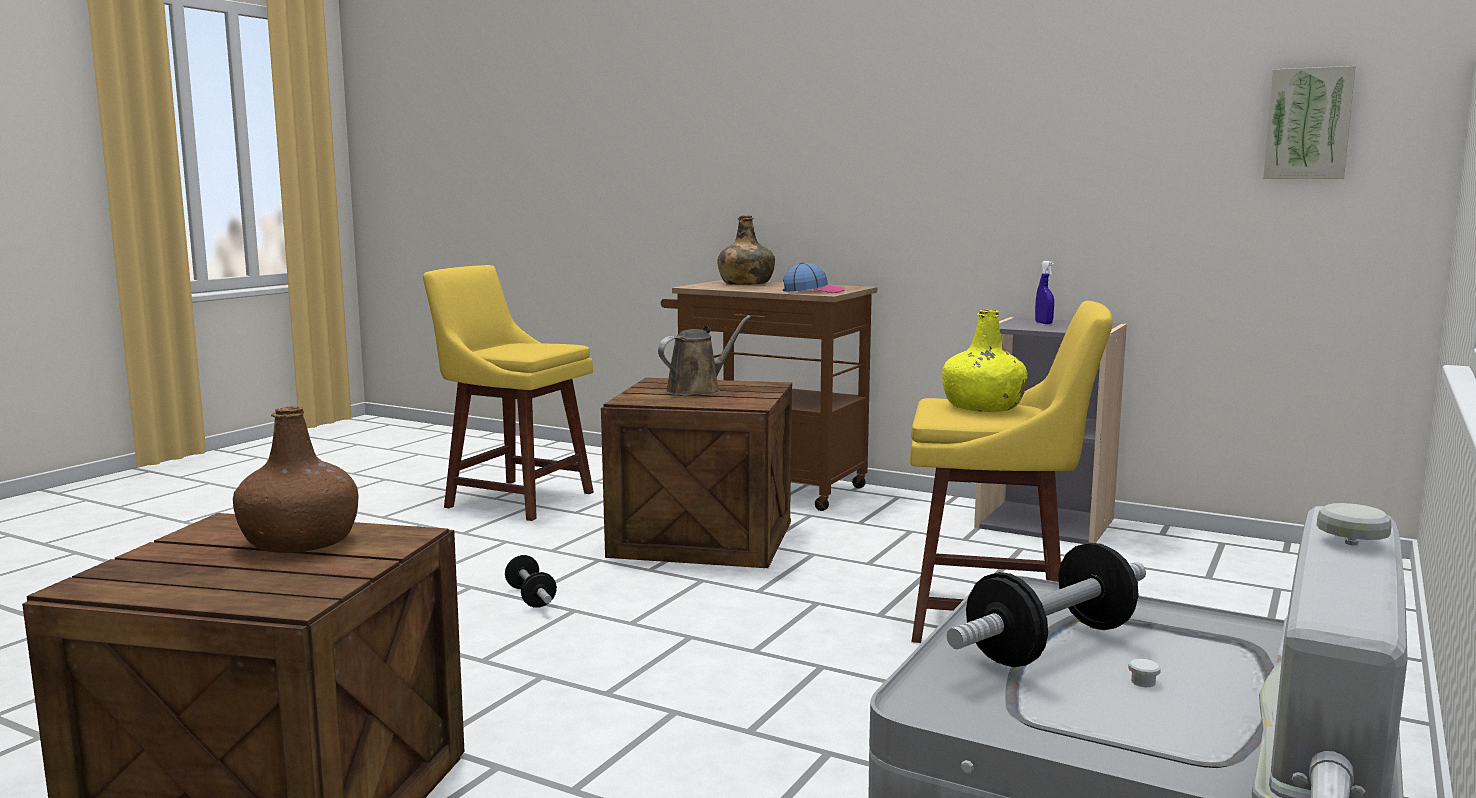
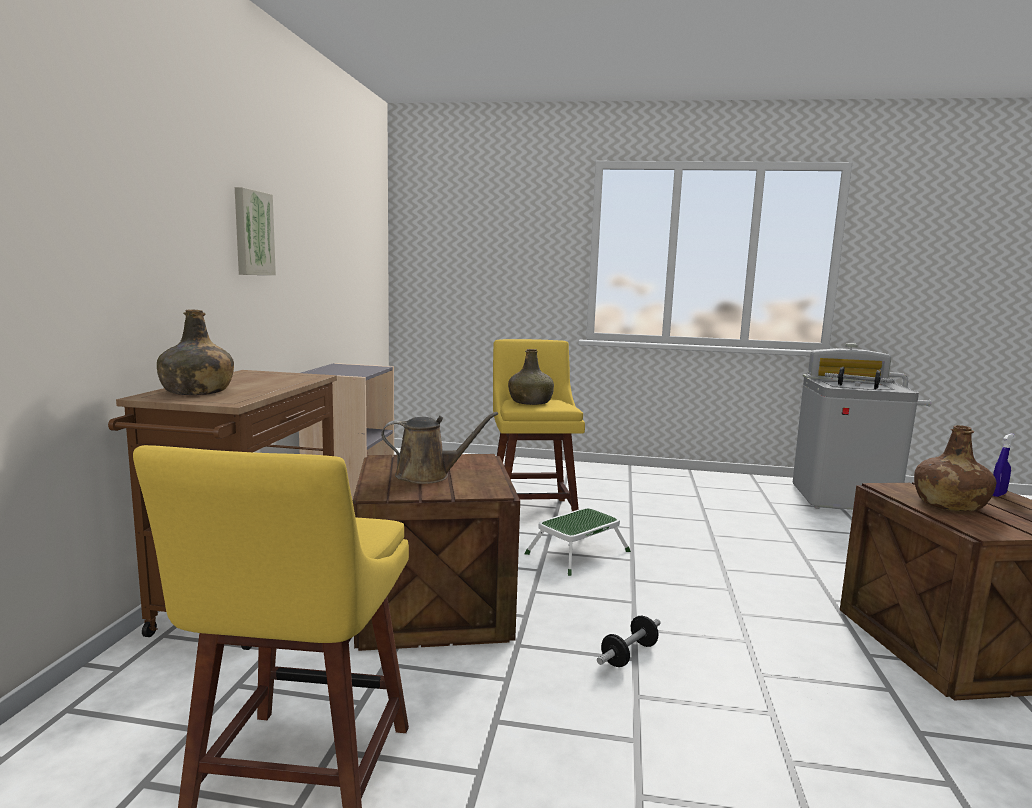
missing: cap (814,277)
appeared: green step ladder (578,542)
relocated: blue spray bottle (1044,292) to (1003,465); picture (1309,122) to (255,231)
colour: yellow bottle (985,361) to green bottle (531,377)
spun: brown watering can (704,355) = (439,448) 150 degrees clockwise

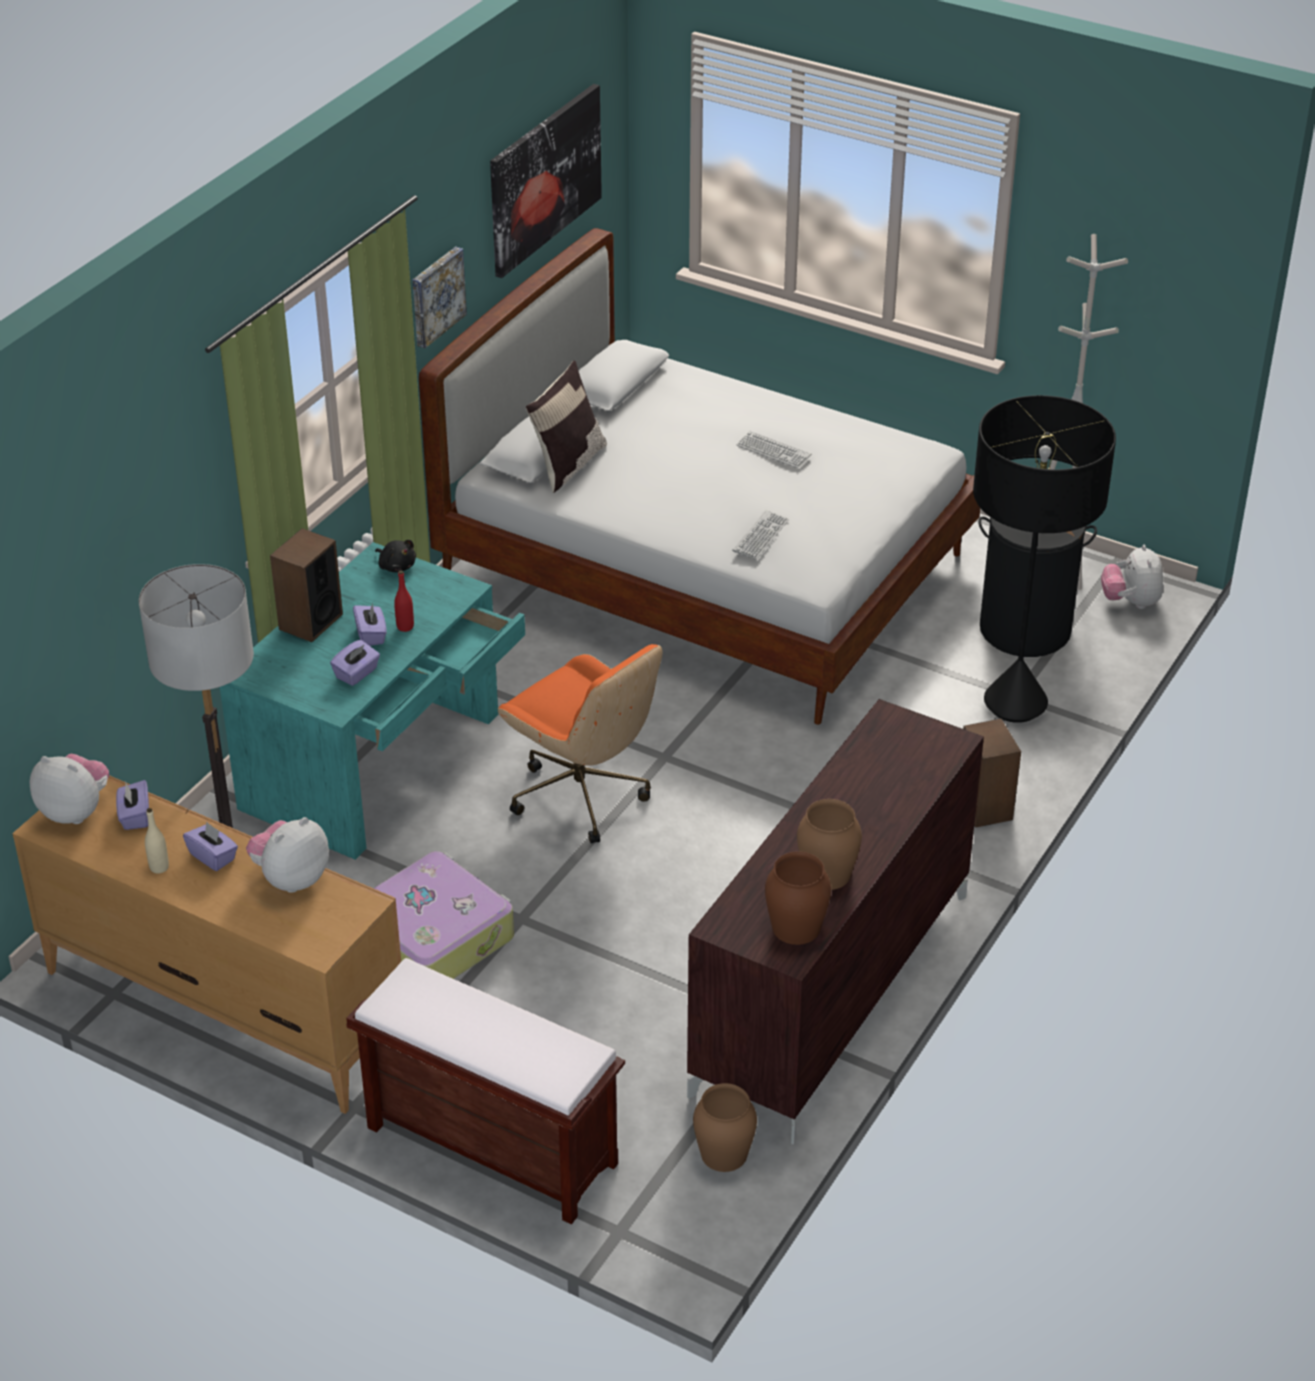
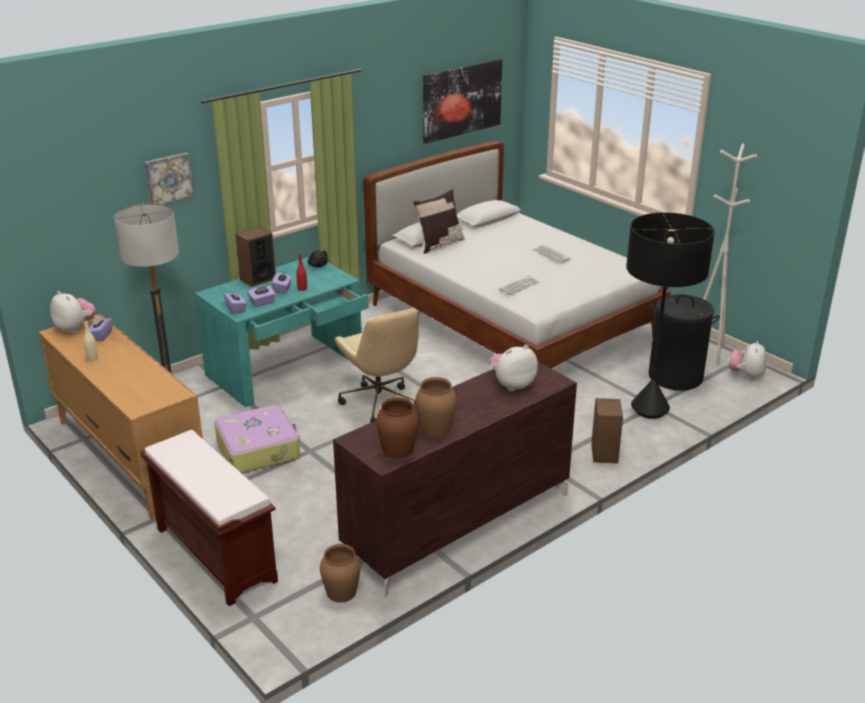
relocated: purple tissue box (210,846) to (235,301); plush toy (287,855) to (514,368); picture (440,297) to (169,178)
colour: orange office chair (579,743) to beige office chair (377,366)

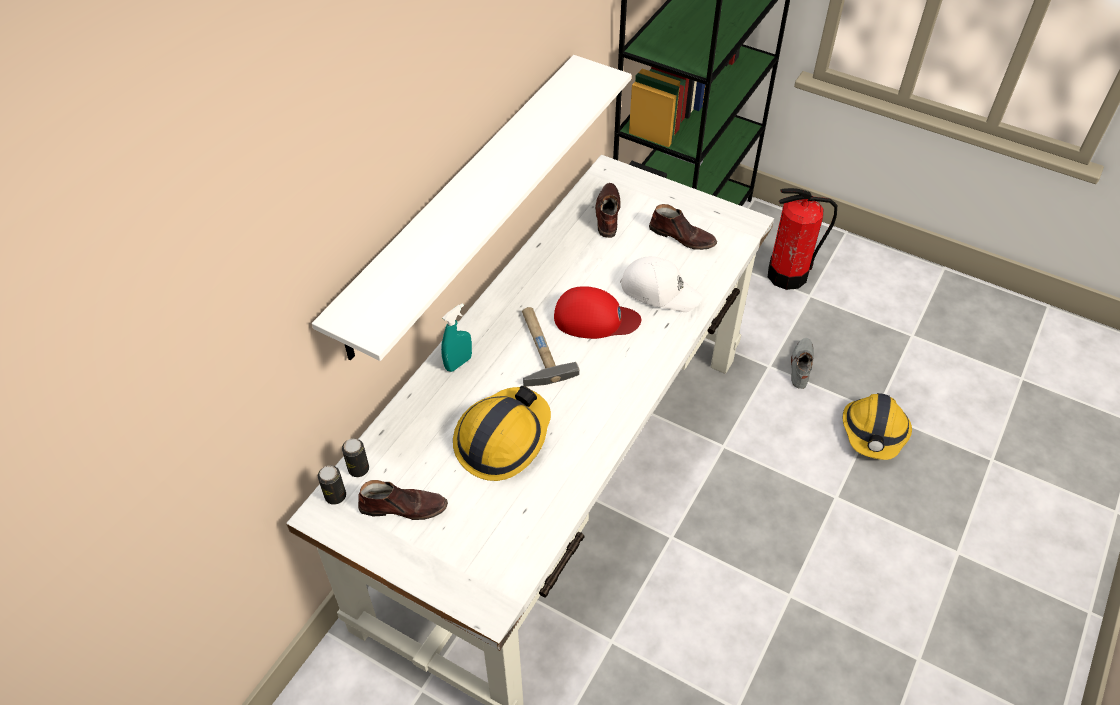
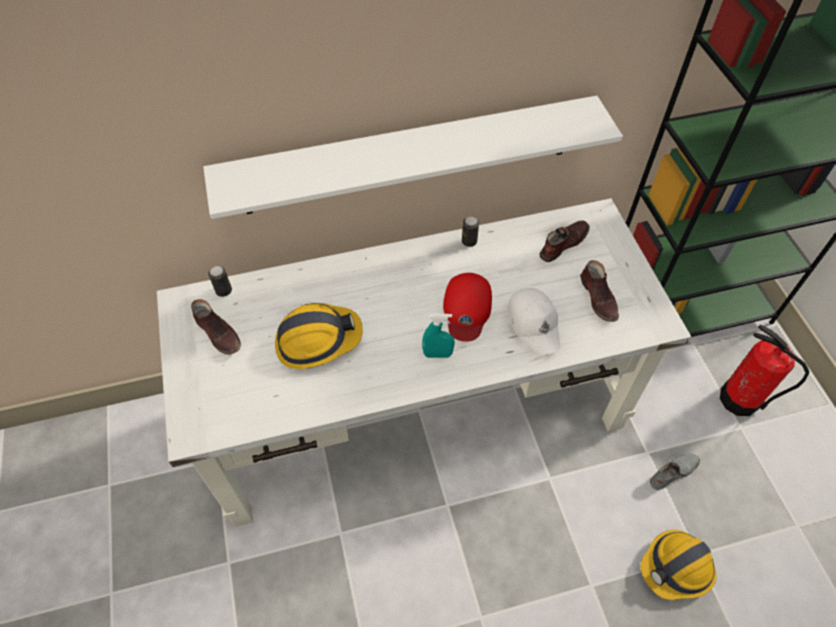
missing: hammer (551,347)
relocated: can (332,485) to (470,231); turquoise spray bottle (456,337) to (438,336)
spun: red cap (597,312) = (467,307) 45 degrees clockwise

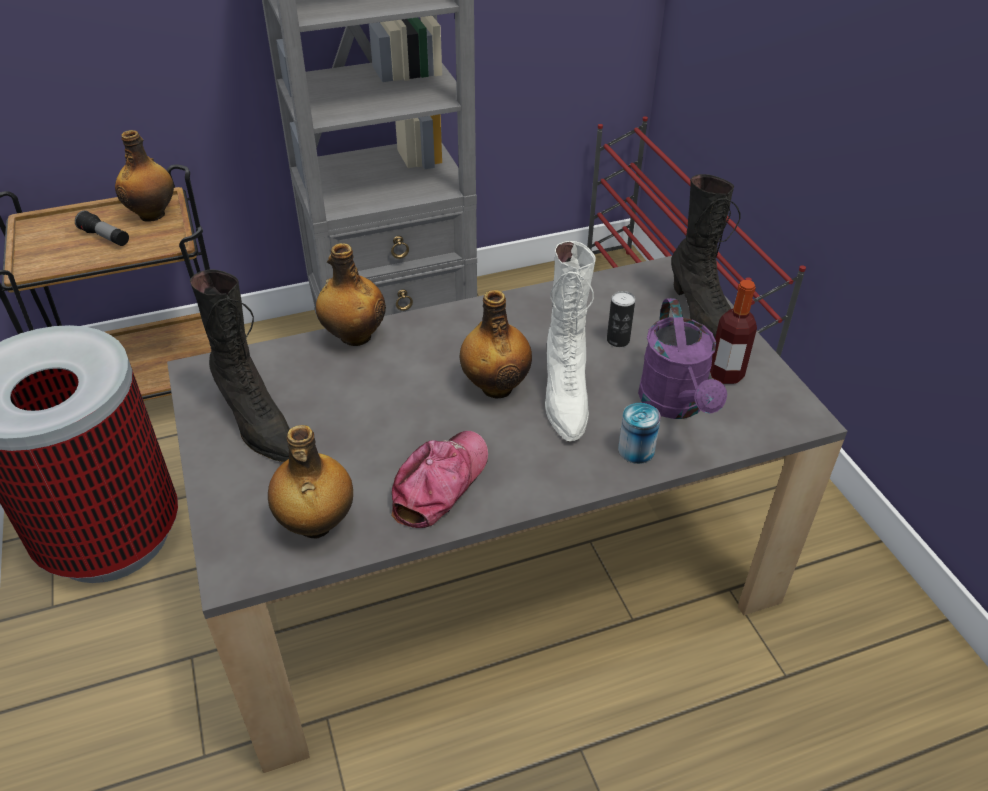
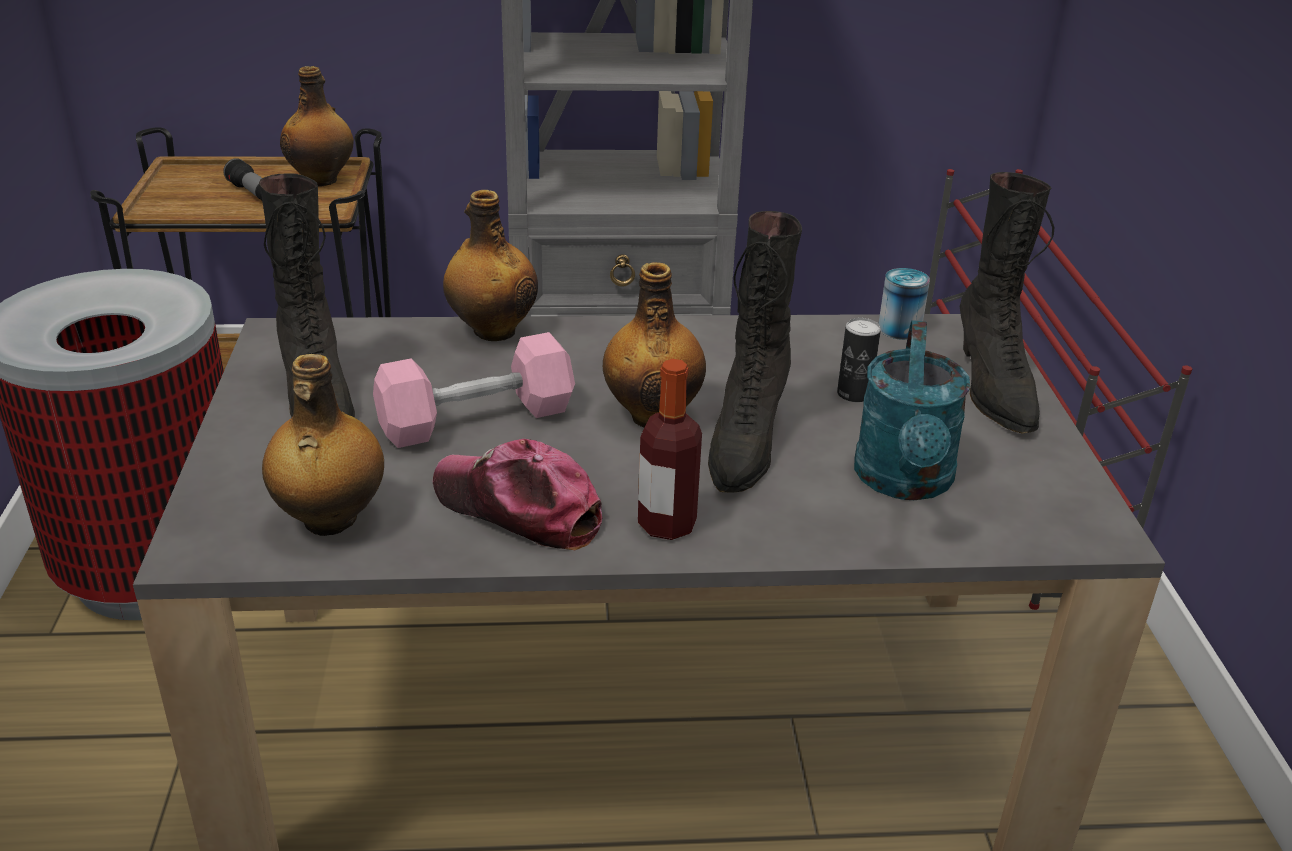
appeared: pink dumbbell (474,390)
relocated: can (639,433) to (904,304); bottle (733,332) to (670,449)
colour: white boot (570,341) to black boot (755,352); purple watering can (682,358) to turquoise watering can (912,410)
spun: cap (439,479) = (518,494) 105 degrees counterclockwise

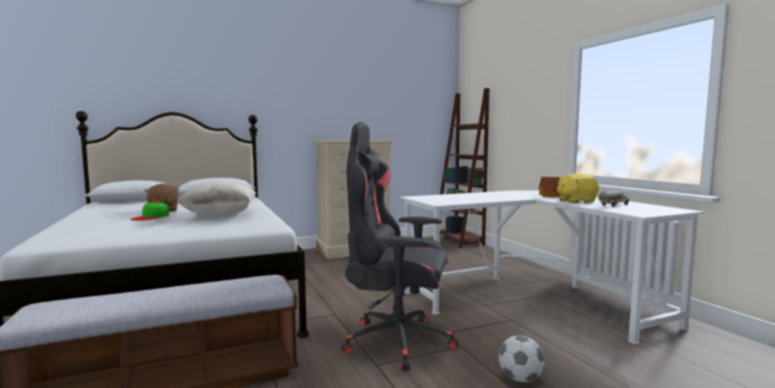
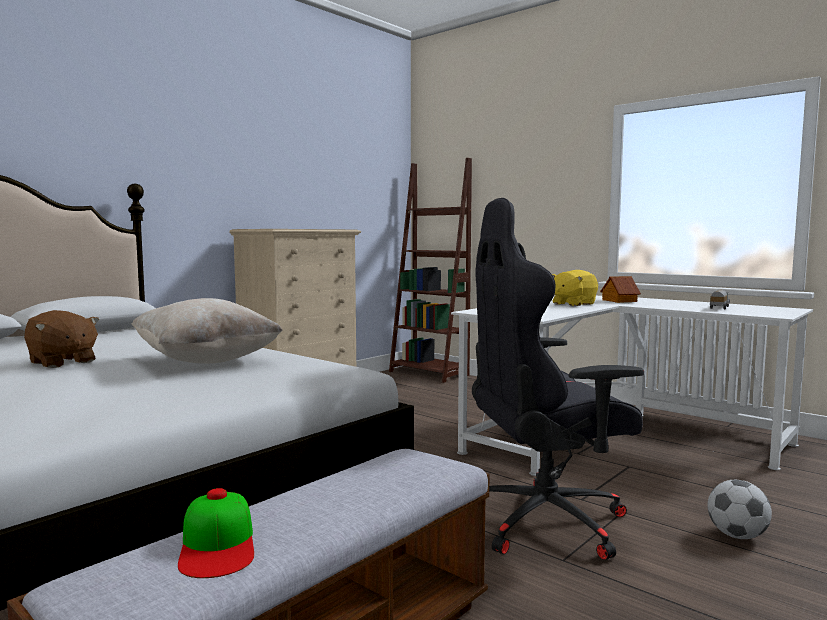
relocated: cap (149,210) to (216,533); yellow plush toy (578,188) to (575,288)

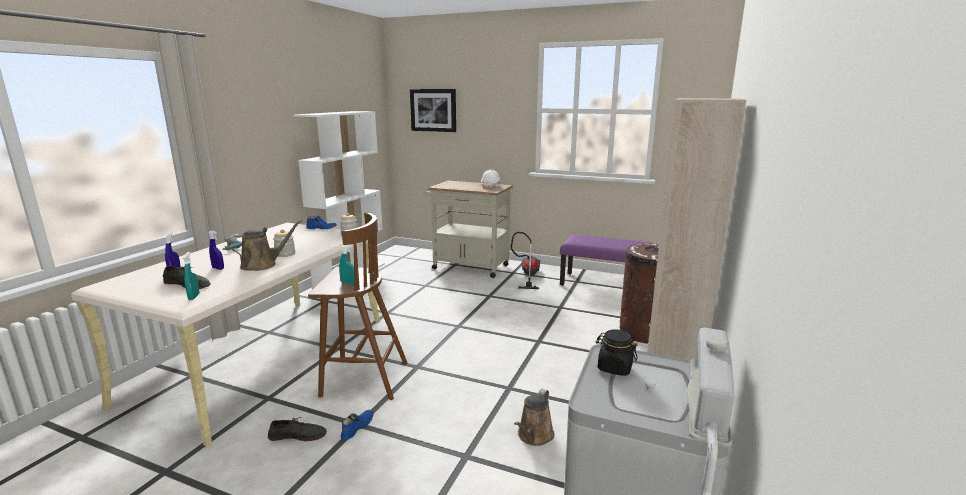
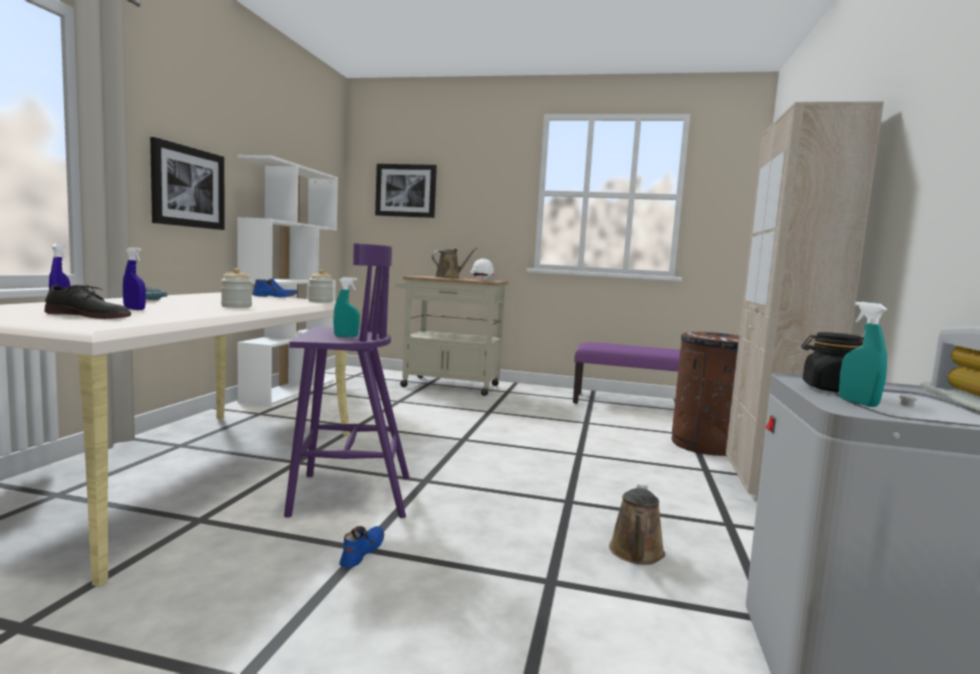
missing: grey shoe (297,429); vacuum cleaner (525,260)
appeared: picture (187,183)
relocated: turquoise spray bottle (191,276) to (863,354); brown watering can (264,245) to (454,263)
colour: brown stool (358,306) to purple stool (346,380)

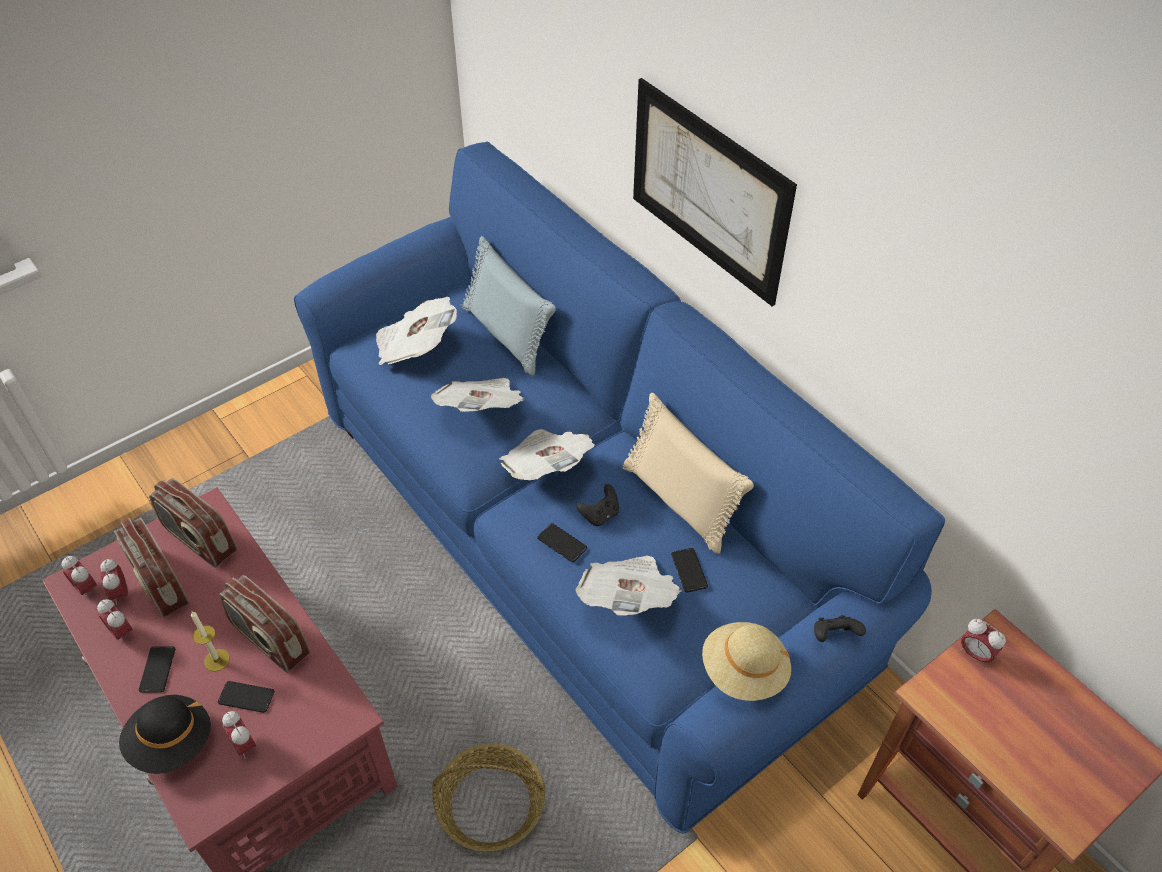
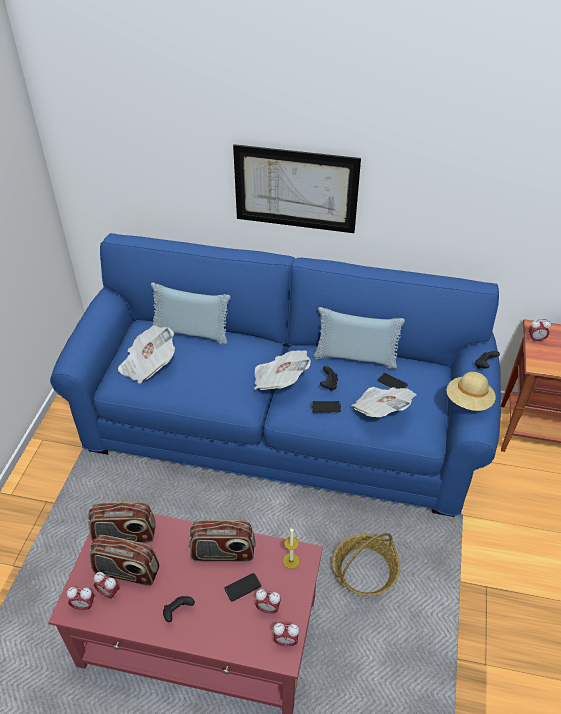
missing: black hat (165,734); newspaper (478,395)
relocated: alarm clock (115,621) to (286,635); candle (210,641) to (291,548)
exchanged: phone (157,669) to black game controller (179,609)
colour: beige pillow (687,473) to blue pillow (359,338)

